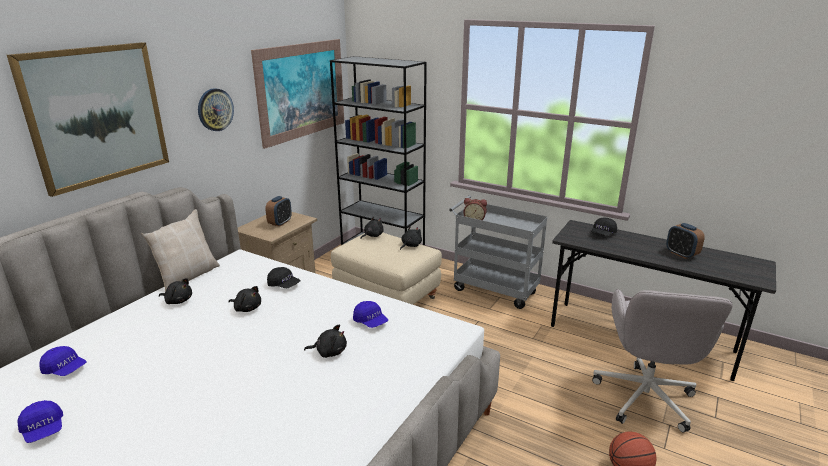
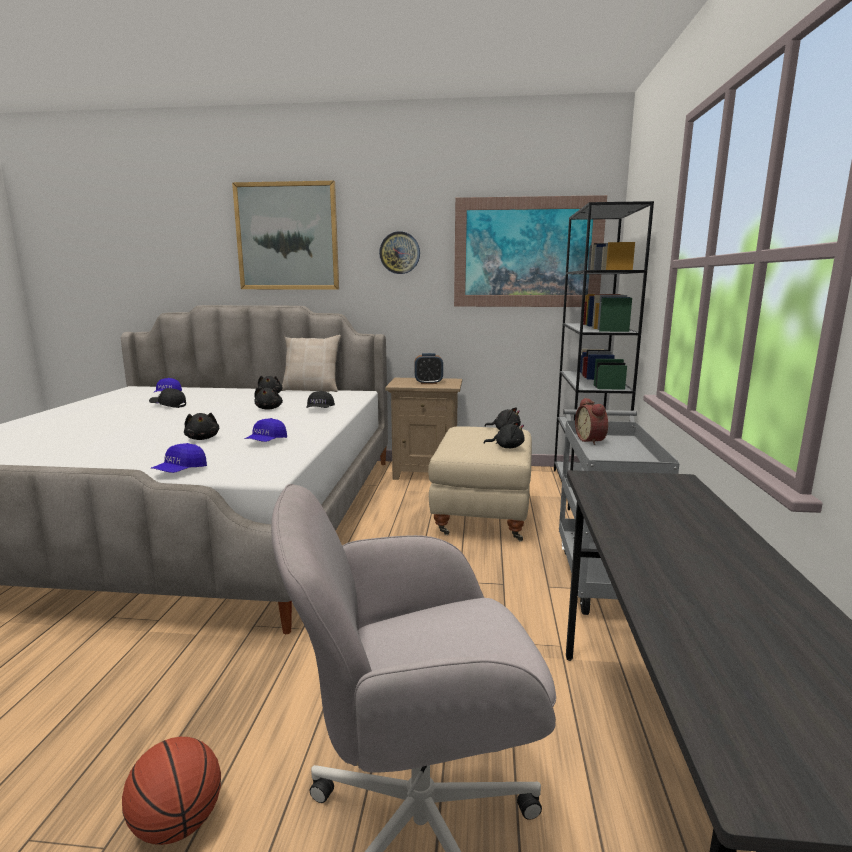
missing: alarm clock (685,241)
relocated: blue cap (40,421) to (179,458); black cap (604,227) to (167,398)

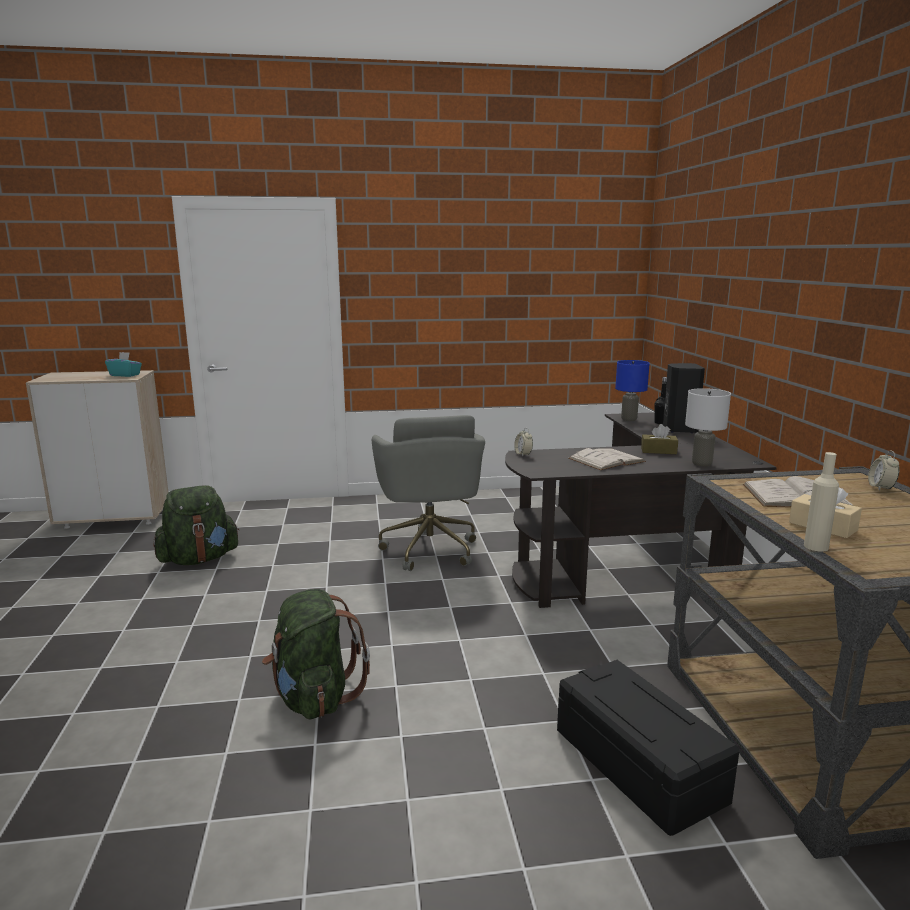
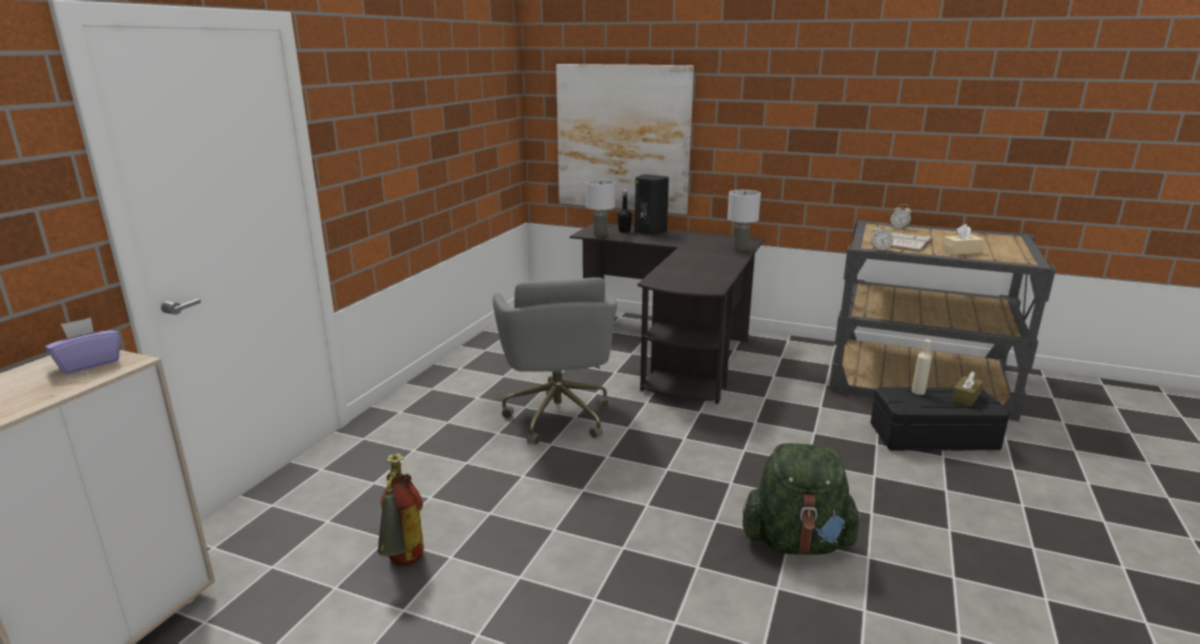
missing: white book (607,459)
appeared: picture (625,139)
relocated: alarm clock (523,442) to (882,237); brown tissue box (659,439) to (967,389); beige bottle (821,502) to (922,367)
exchanged: green backpack (196,525) to fire extinguisher (400,509)
colour: turquoise tissue box (123,364) to purple tissue box (82,345); blue table lamp (632,390) to white table lamp (600,208)
spun: grey office chair (428,493) = (555,361) 60 degrees clockwise

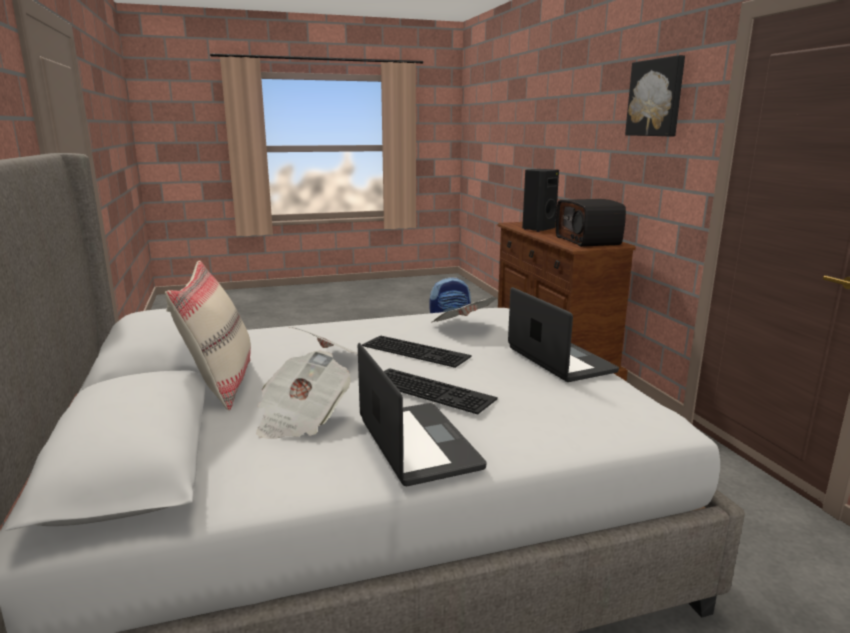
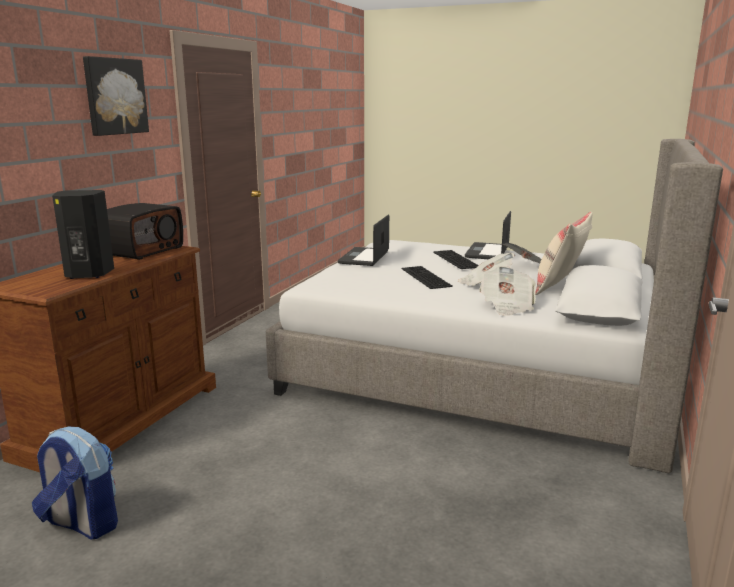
relocated: newspaper (464,309) to (507,291)

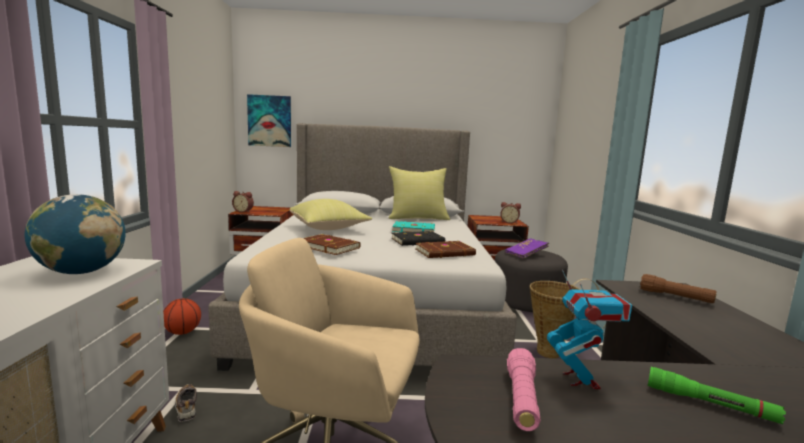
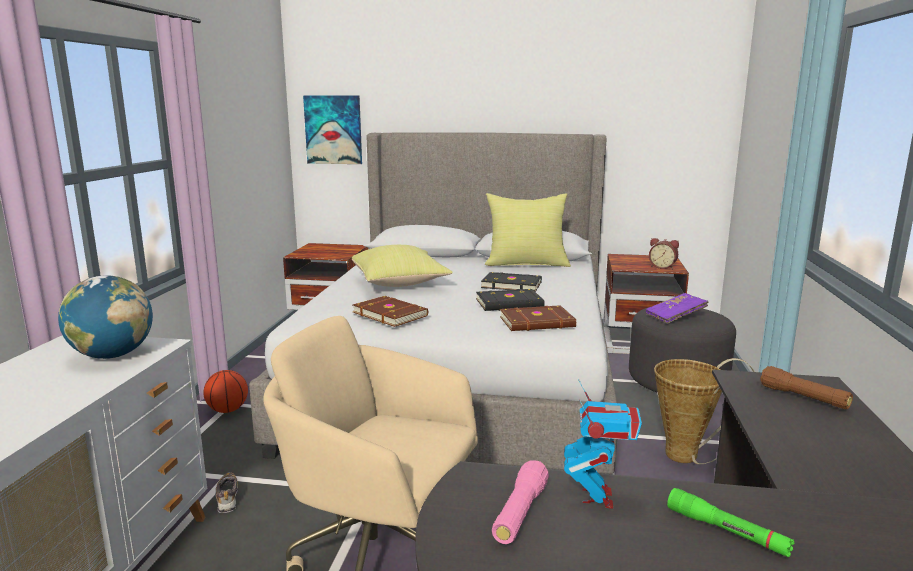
missing: alarm clock (243,202)
colour: turquoise book (413,226) to black book (511,282)

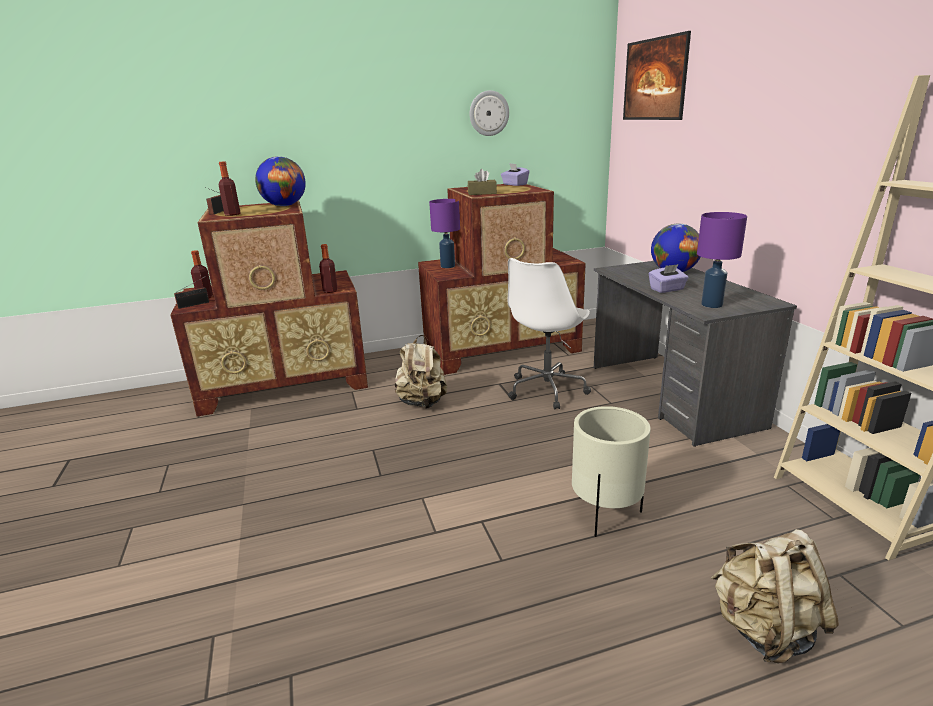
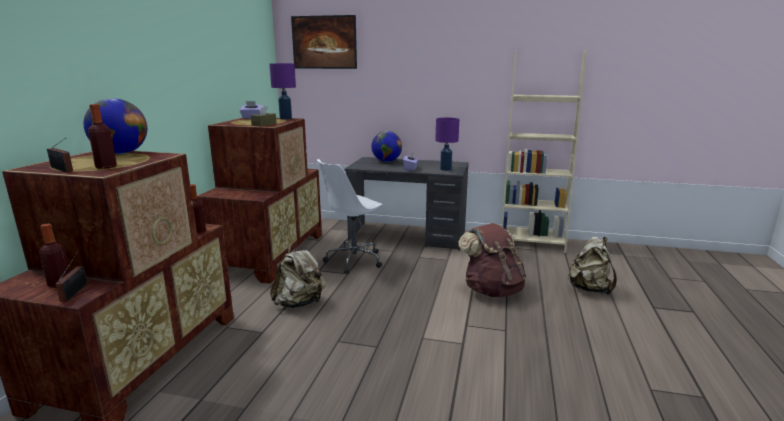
missing: wall clock (489,113)
relocated: purple table lamp (444,233) to (282,91)
exchanged: beige planter (611,471) to brown backpack (492,260)
spun: white office chair (549,333) = (350,216) 75 degrees clockwise

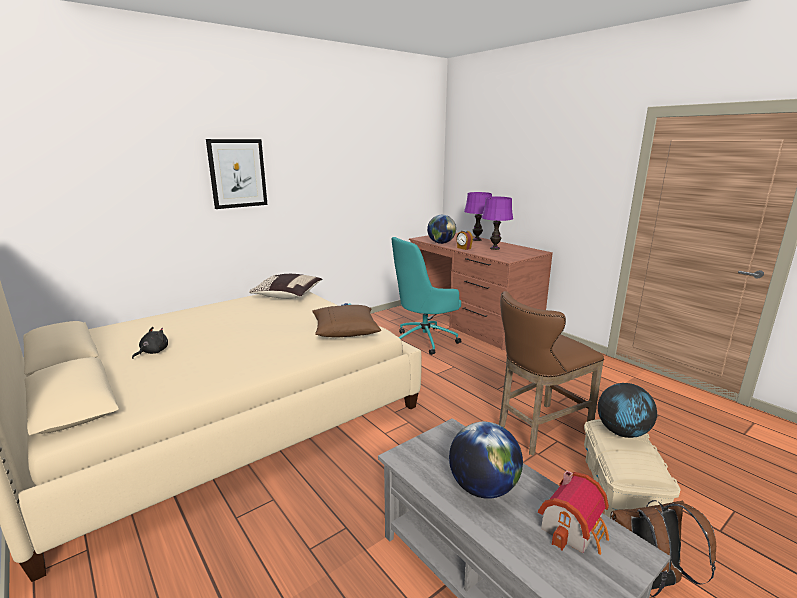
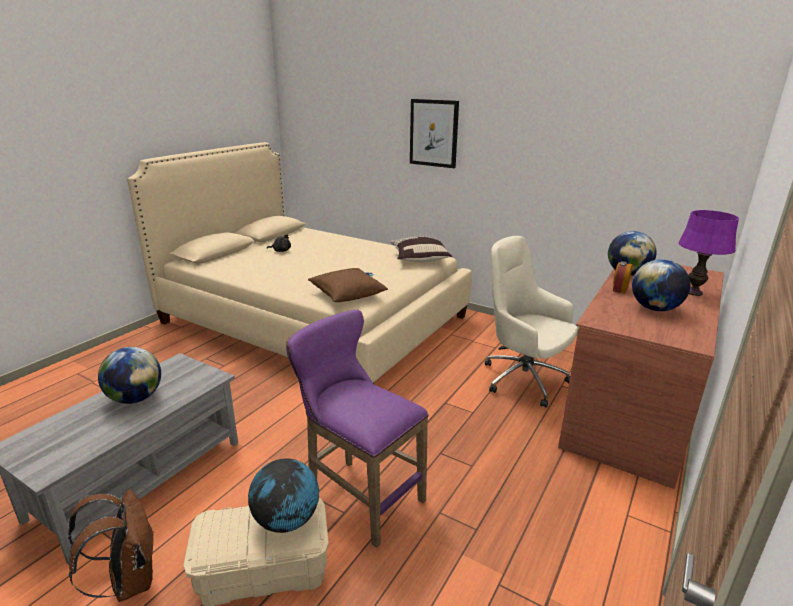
missing: toy house (573,512)
exchanged: purple table lamp (497,223) to globe (661,285)
colour: turquoise office chair (426,296) to beige office chair (531,322); brown stool (551,373) to purple stool (357,429)

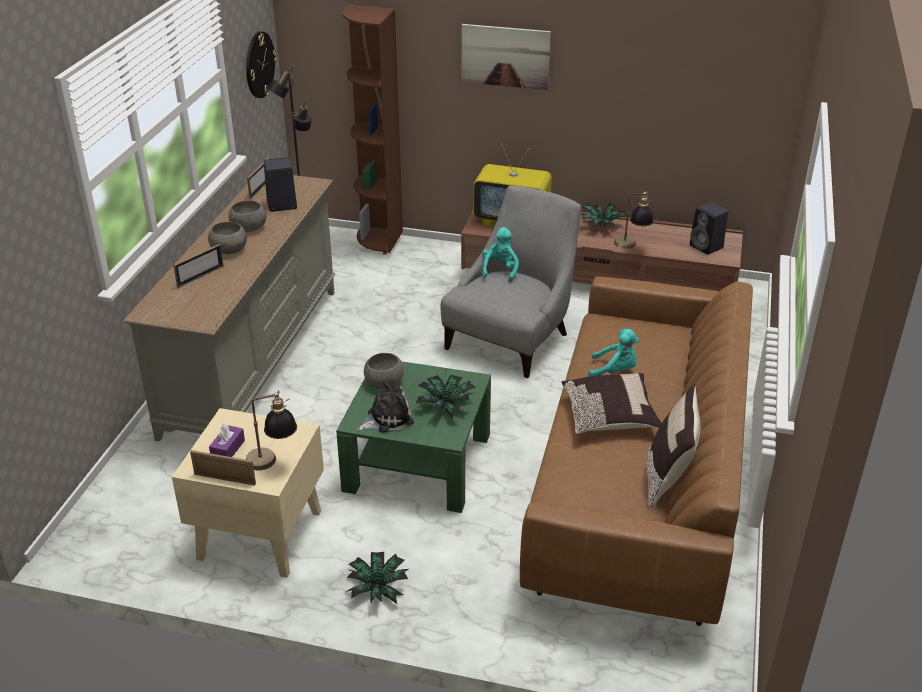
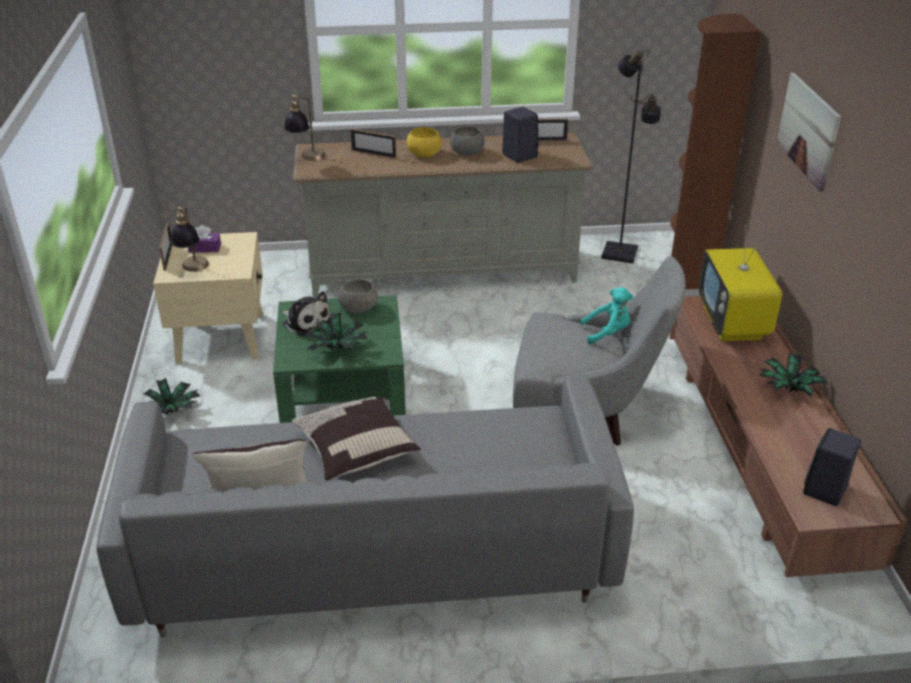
missing: wall clock (261,64); turquoise plush toy (614,353)
relocated: table lamp (634,220) to (304,128)
colour: grey bowl (227,238) to yellow bowl (424,142); brown sofa (636,451) to grey sofa (365,506)

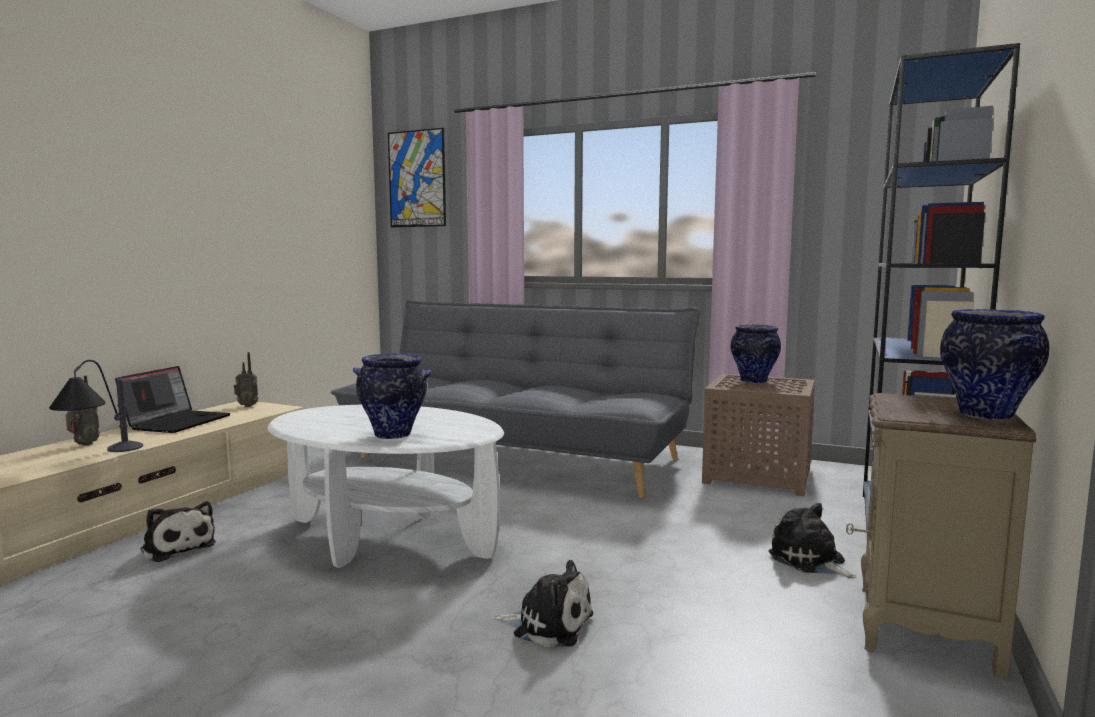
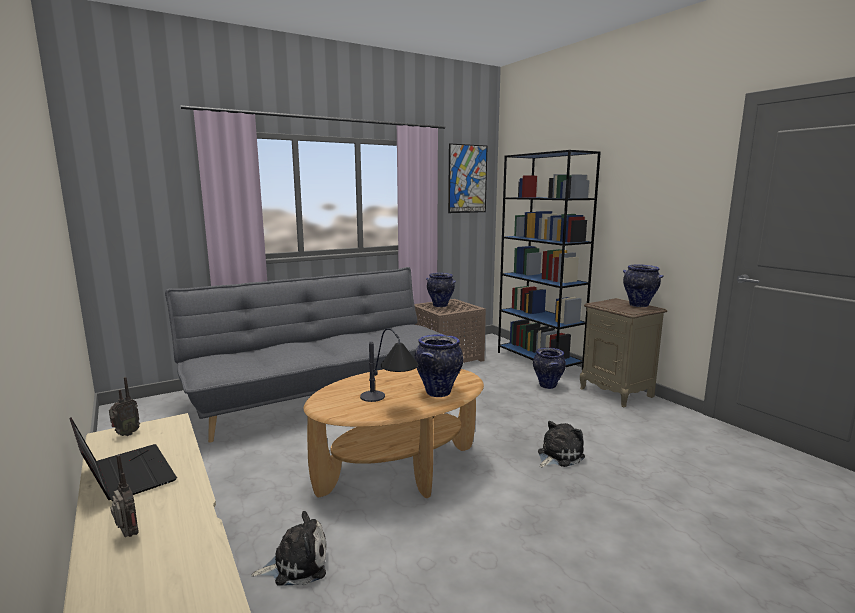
relocated: table lamp (96,406) to (389,365); picture (417,177) to (468,178)
exchanged: plush toy (812,540) to vase (549,368)
colour: white coffee table (386,486) to brown coffee table (394,433)

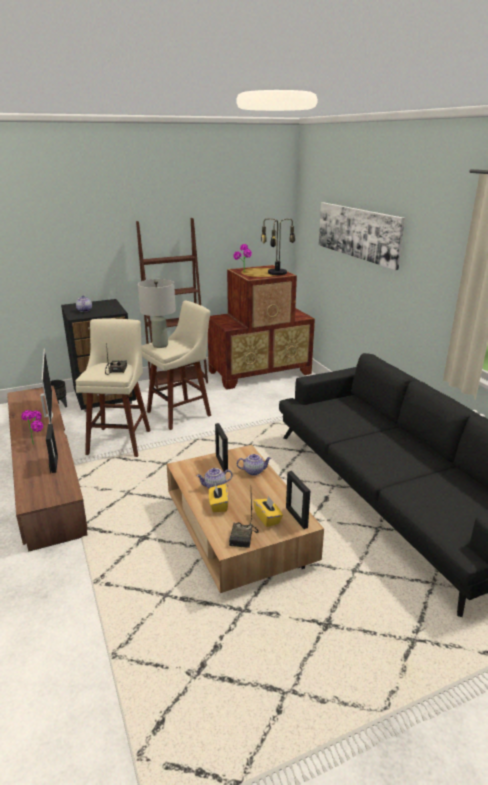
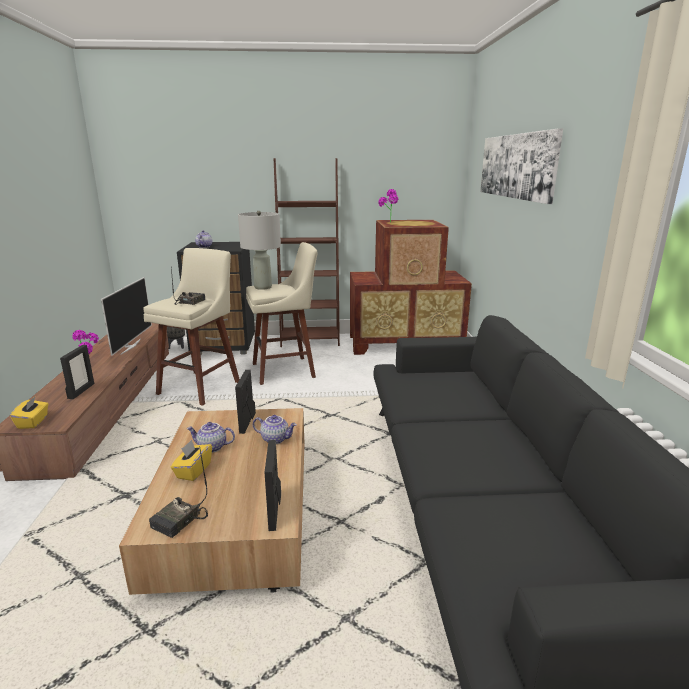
missing: table lamp (278,247)
relocated: yellow tissue box (268,511) to (29,413)

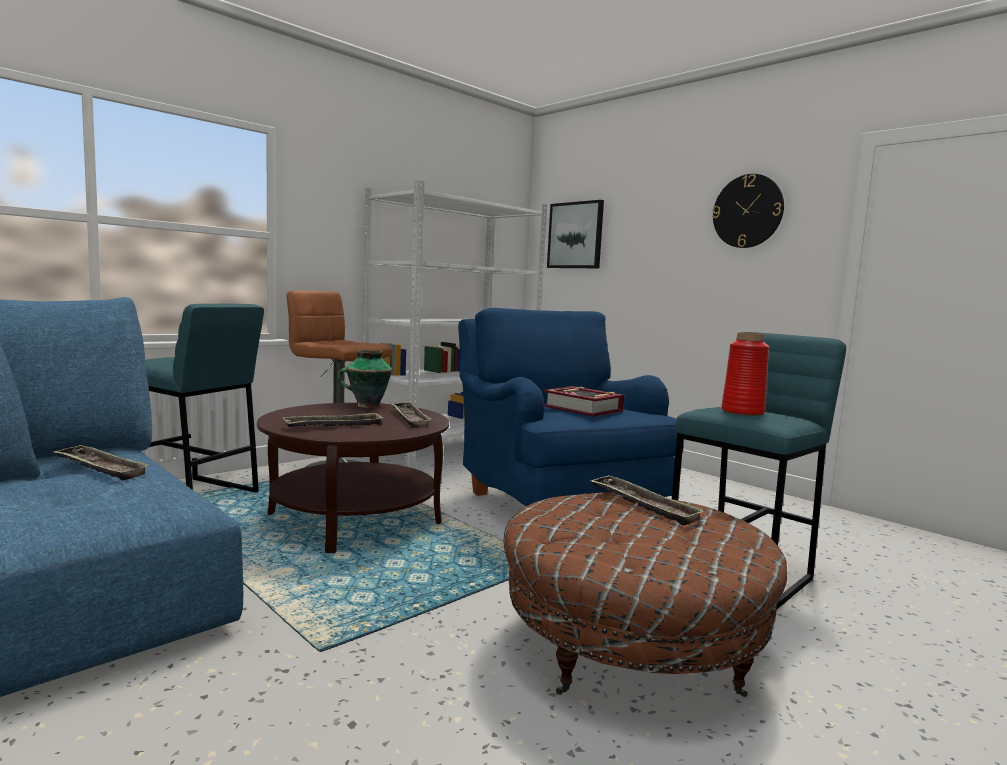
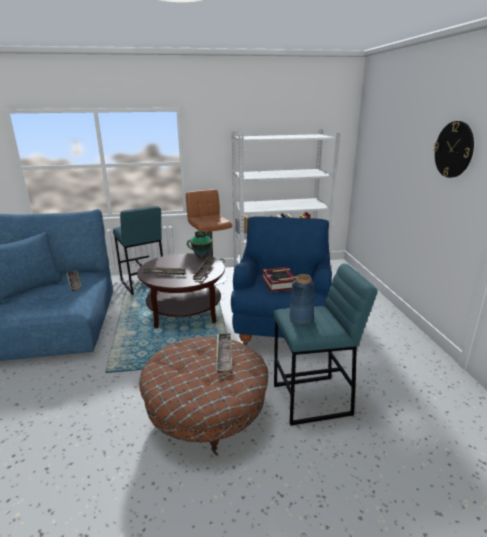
missing: picture (575,234)
colour: red vase (745,374) to blue vase (301,299)

